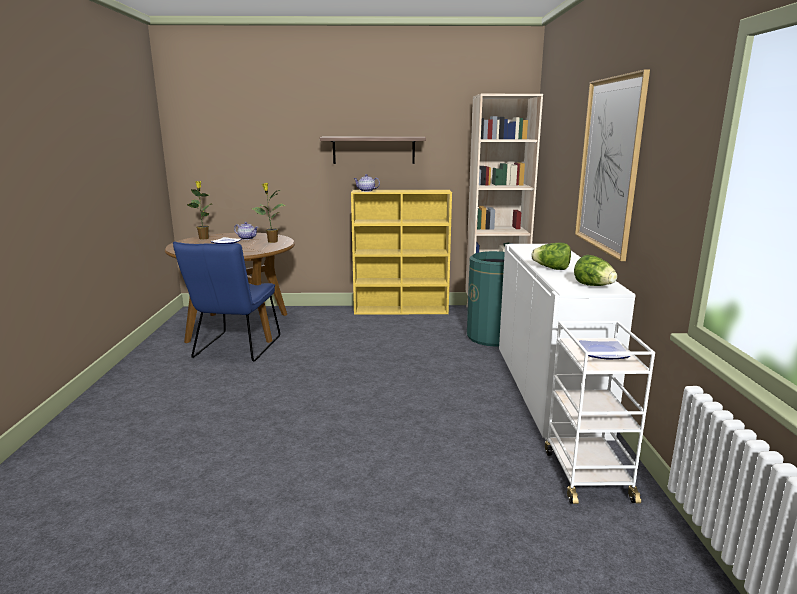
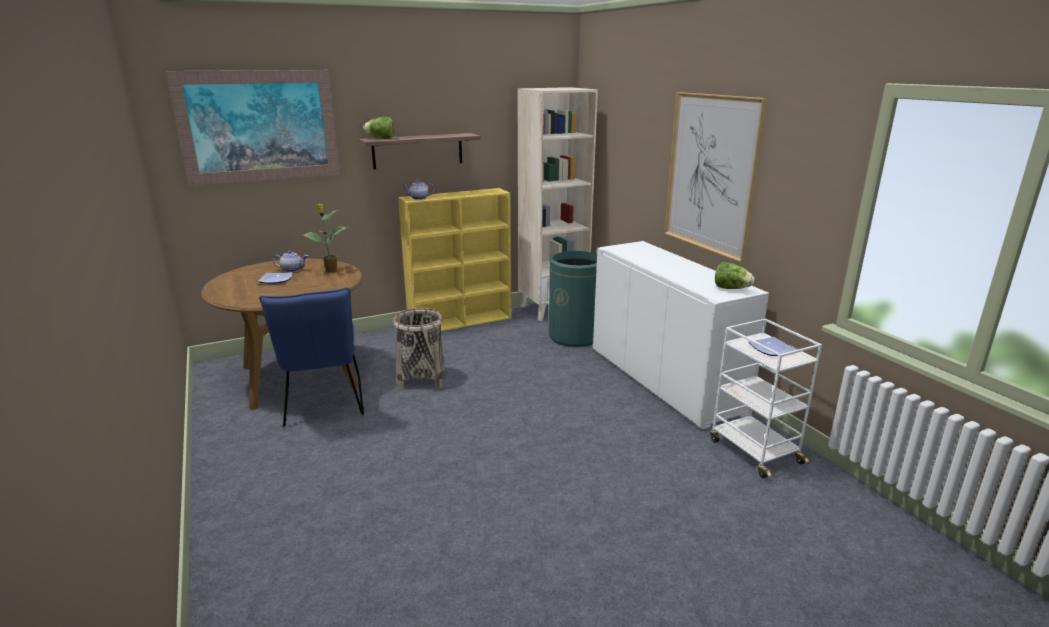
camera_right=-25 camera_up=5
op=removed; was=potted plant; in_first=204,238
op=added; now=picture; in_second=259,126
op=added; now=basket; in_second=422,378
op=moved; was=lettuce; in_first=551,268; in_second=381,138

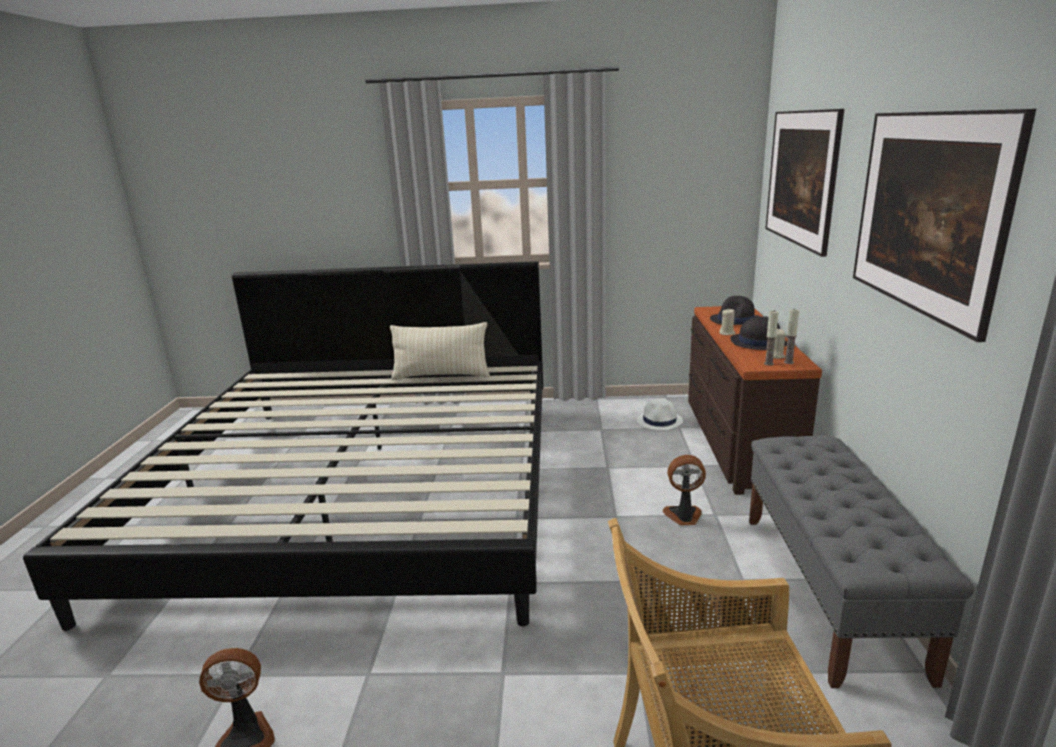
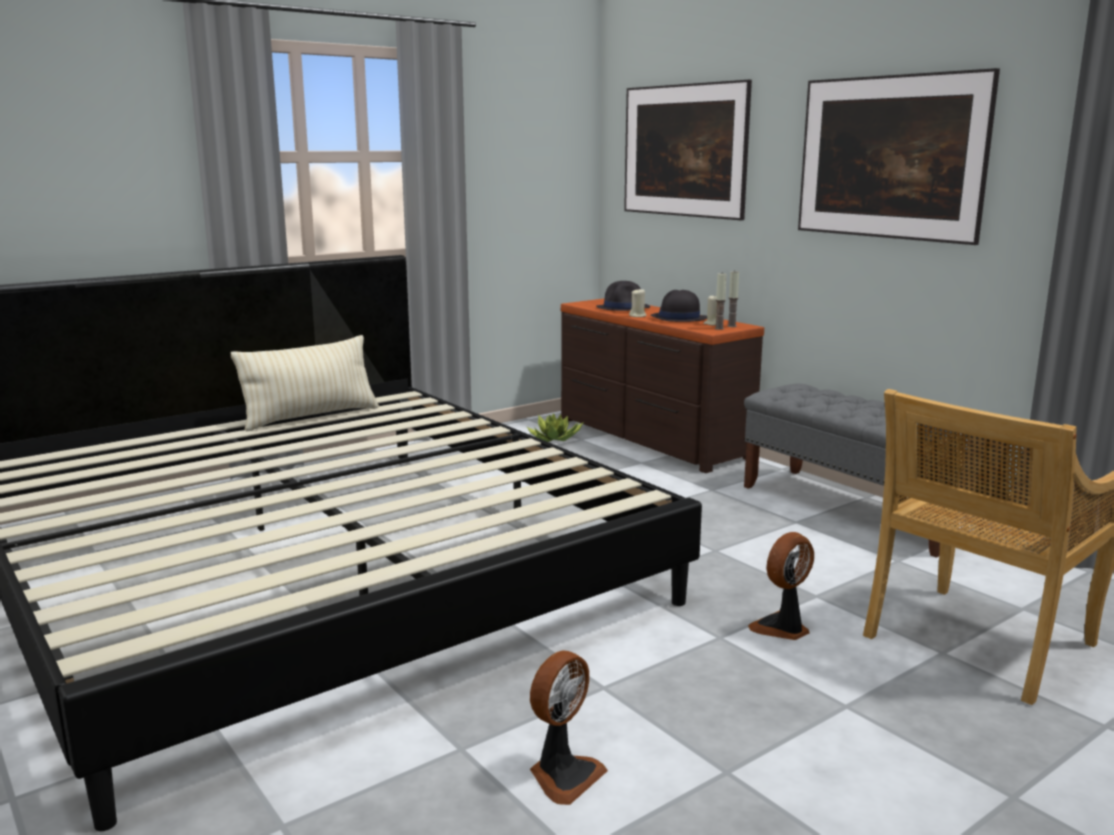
camera_right=-40 camera_up=-5
op=moved; was=fan; in_first=683,516; in_second=782,628
op=replaced; was=white hat; now=potted plant; in_first=660,421; in_second=555,438

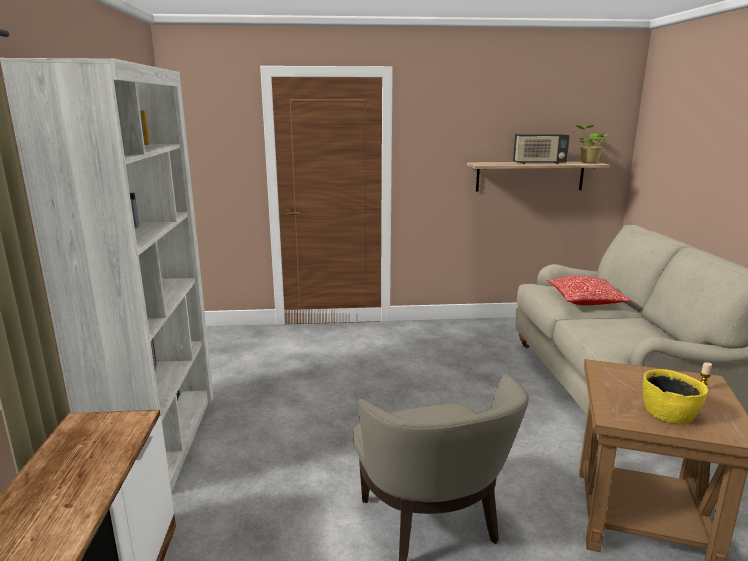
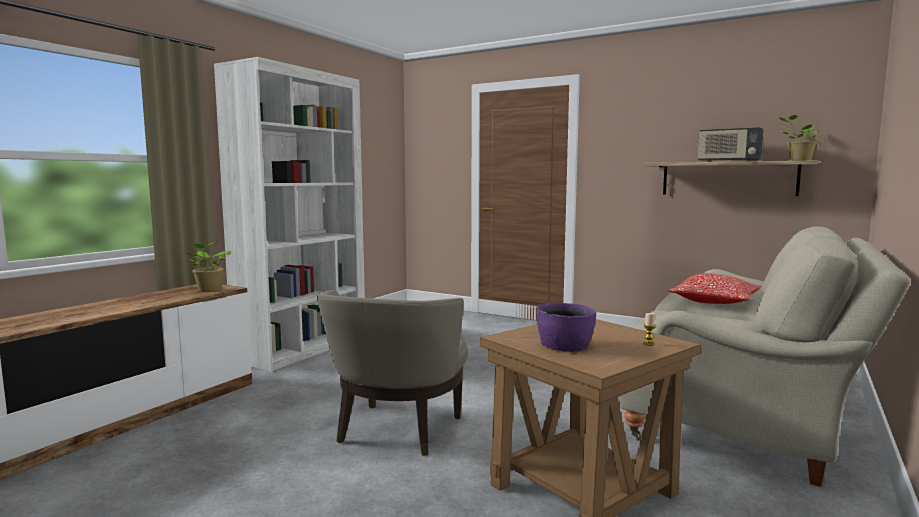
camera_right=35 camera_up=-10
op=added; now=potted plant; in_second=209,290
op=recoloured; was=yellow bowl; now=purple bowl; in_first=668,412; in_second=565,345

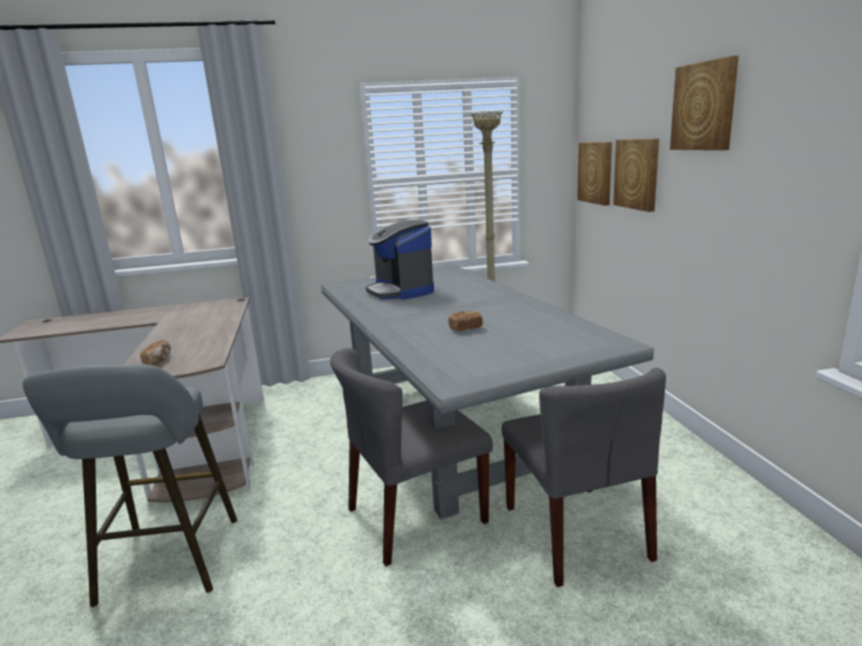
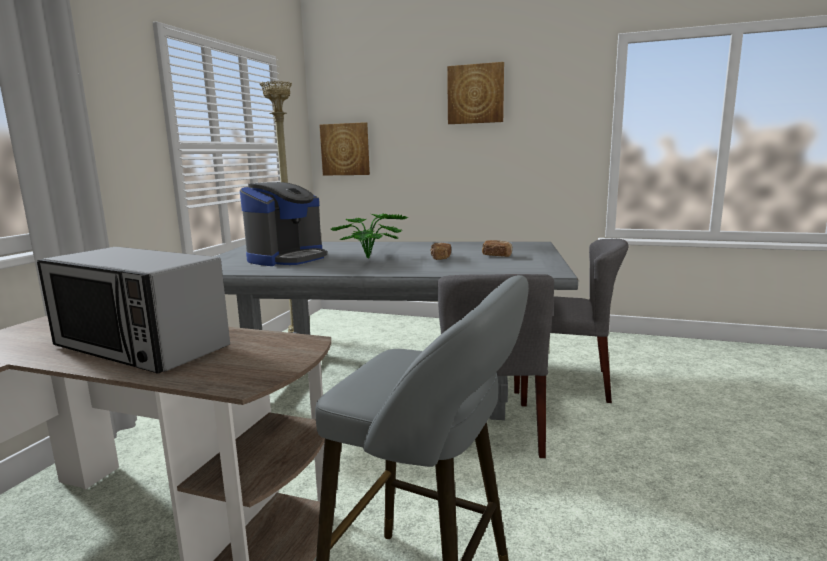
camera_right=-60 camera_up=-5
op=removed; was=picture; in_first=637,174
op=added; now=microwave; in_second=140,347
op=added; now=potted plant; in_second=372,258
op=moved; was=bread; in_first=159,360; in_second=497,256
op=turned; was=coffee machine; in_first=401,291; in_second=287,258; clockwise=-60

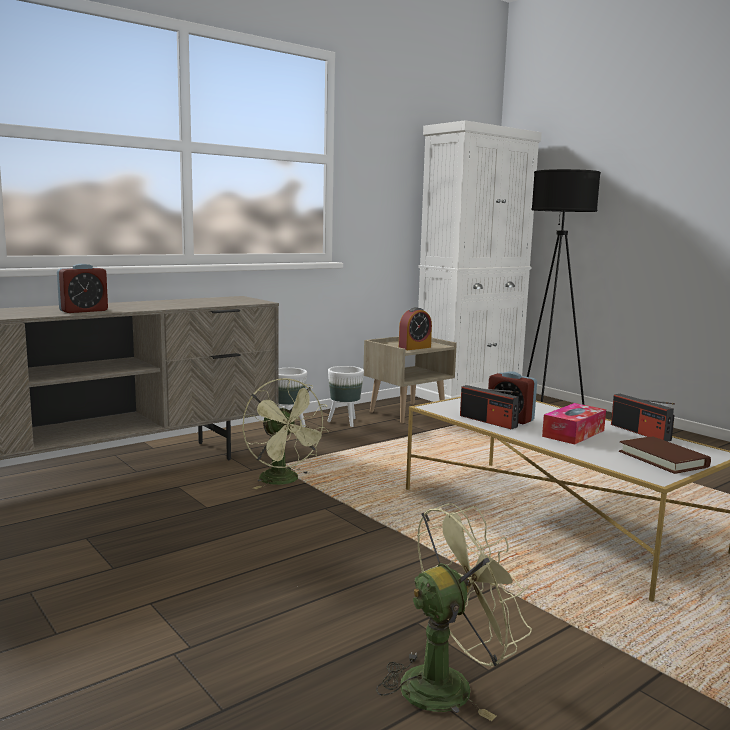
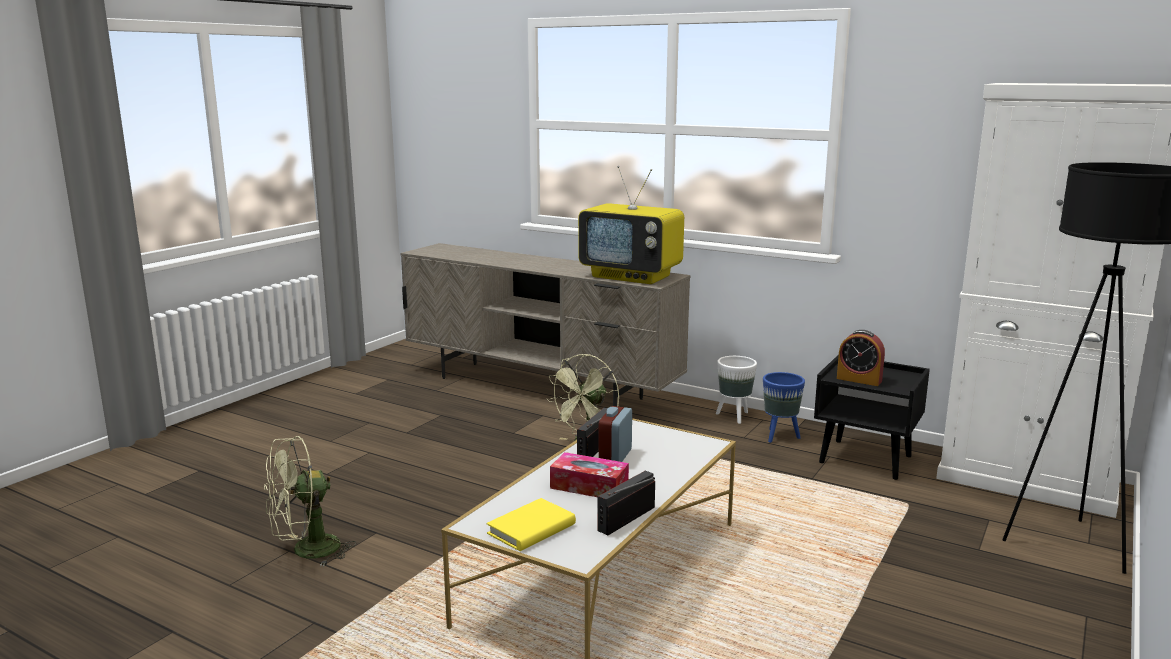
camera_right=70 camera_up=5
op=removed; was=alarm clock; in_first=84,311
op=added; now=television; in_second=632,276
op=recoloured; was=white planter; now=blue planter; in_first=344,422; in_second=779,436
op=recoloured; was=beige nightstand; now=black nightstand; in_first=407,413; in_second=866,459
op=recoloured; was=brown book; now=yellow book; in_first=663,459; in_second=531,529
op=turned; was=green fan; in_first=448,683; in_second=306,552; clockwise=105

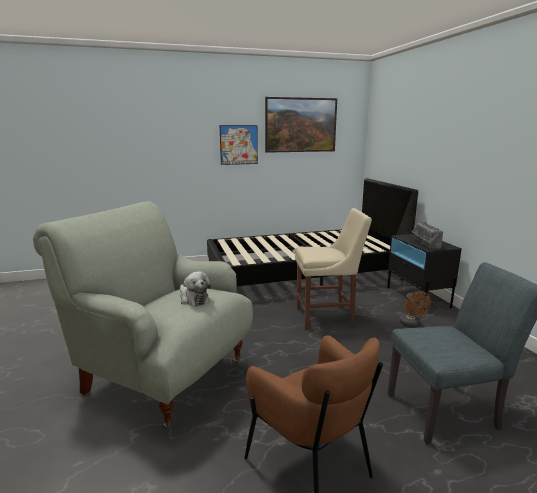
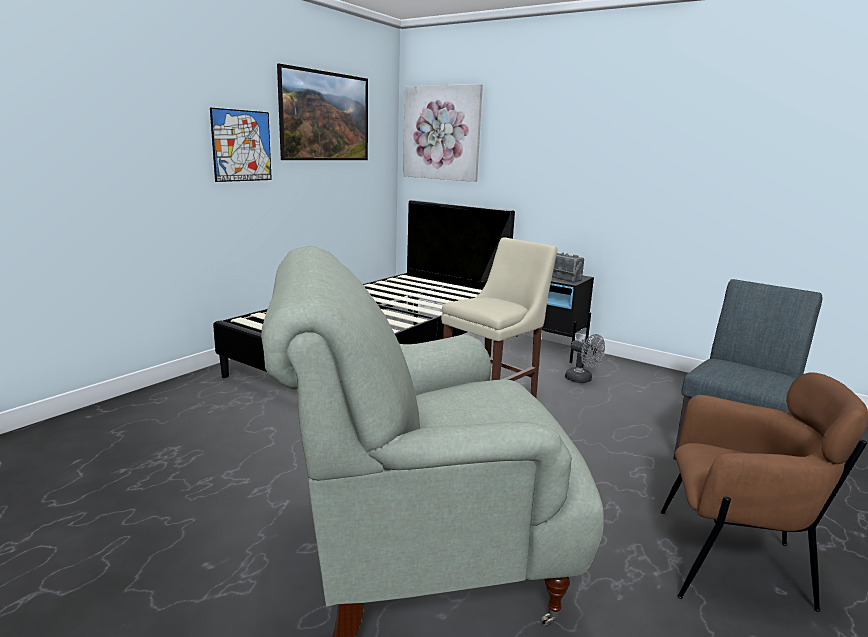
camera_right=-40 camera_up=0
op=removed; was=plush toy; in_first=193,299
op=added; now=picture; in_second=441,133
op=recoloured; was=brown fan; now=grey fan; in_first=411,325; in_second=582,380

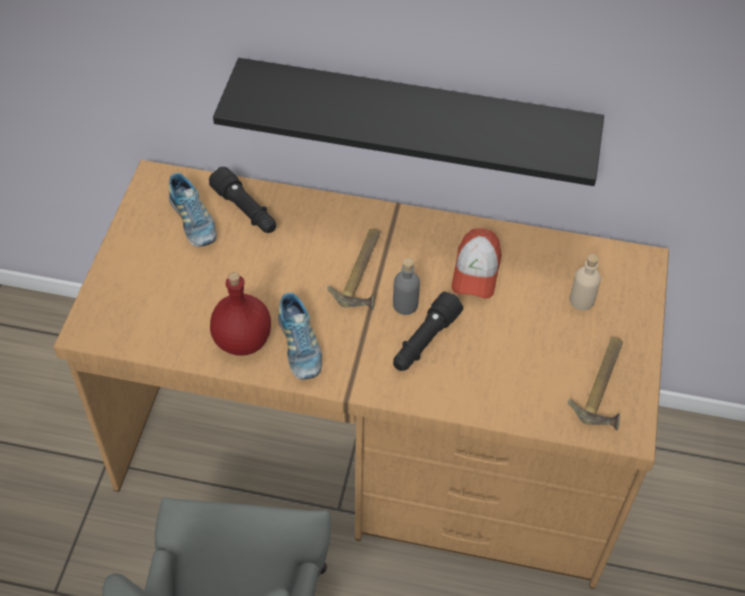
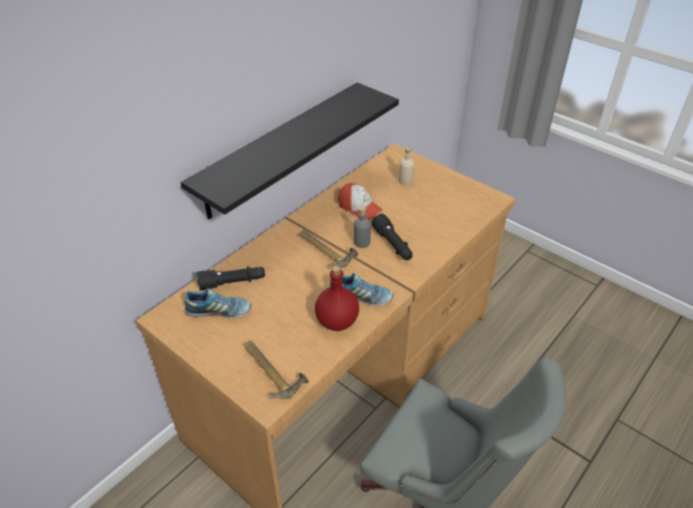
camera_right=-60 camera_up=-10
op=moved; was=hammer; in_first=605,386; in_second=272,370

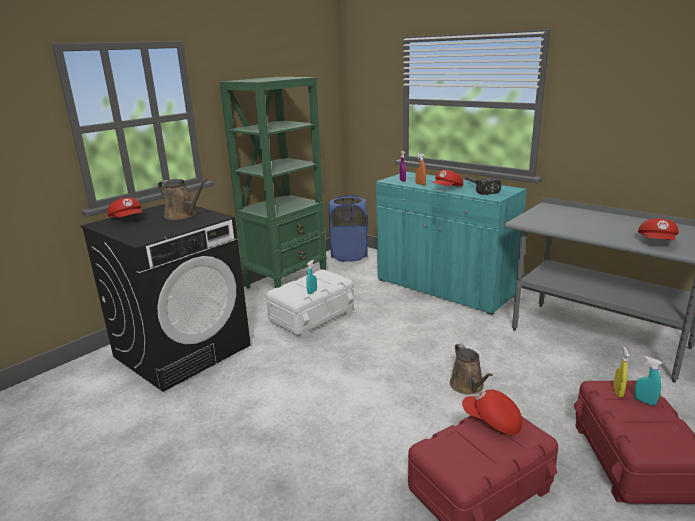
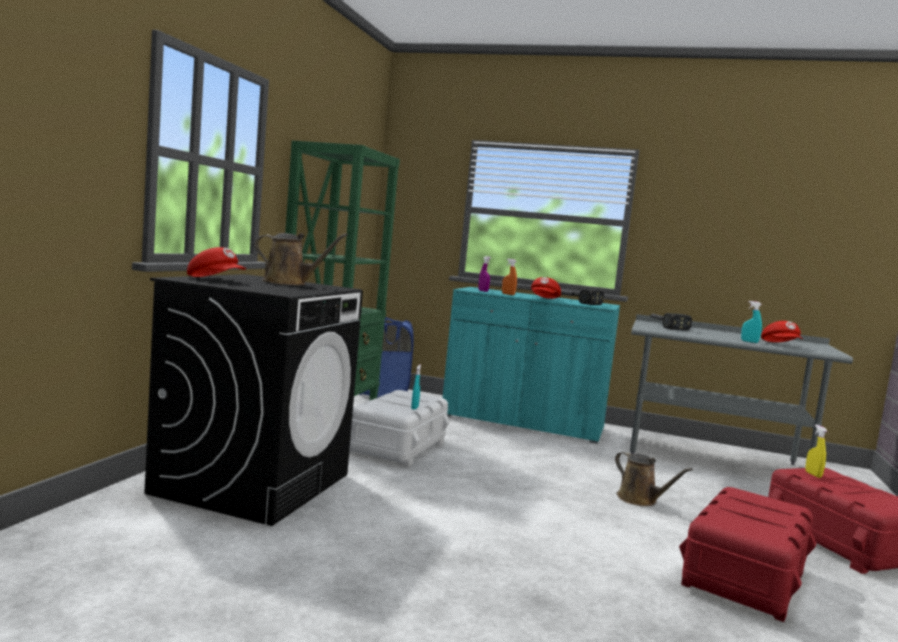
camera_right=-25 camera_up=-15
op=removed; was=red cap; in_first=492,422
op=added; now=hammer; in_second=664,326
op=moved; was=turquoise spray bottle; in_first=644,401; in_second=749,342

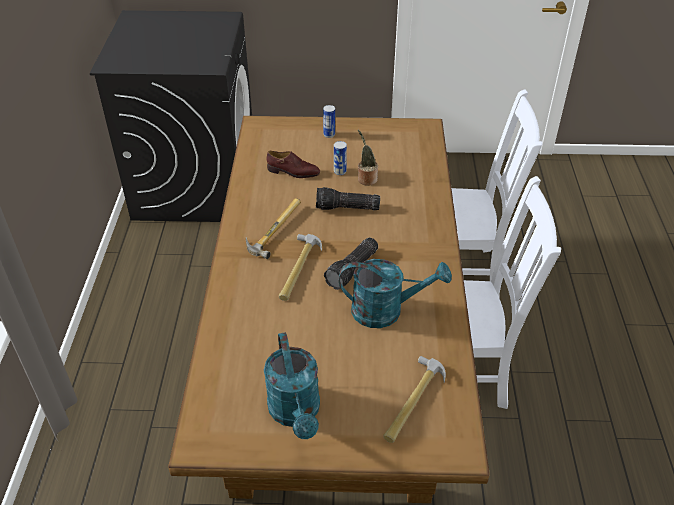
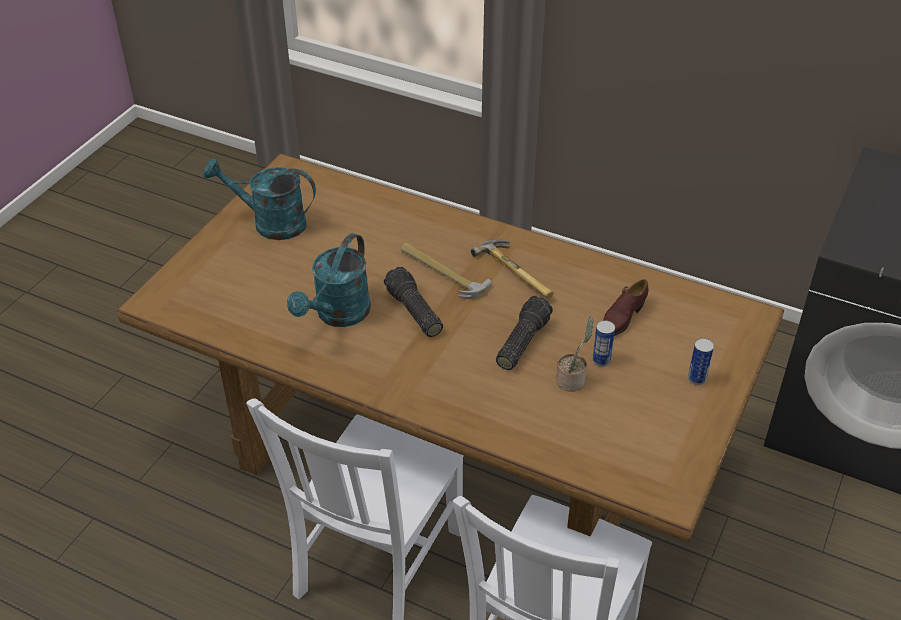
camera_right=115 camera_up=0
op=removed; was=hammer; in_first=412,401

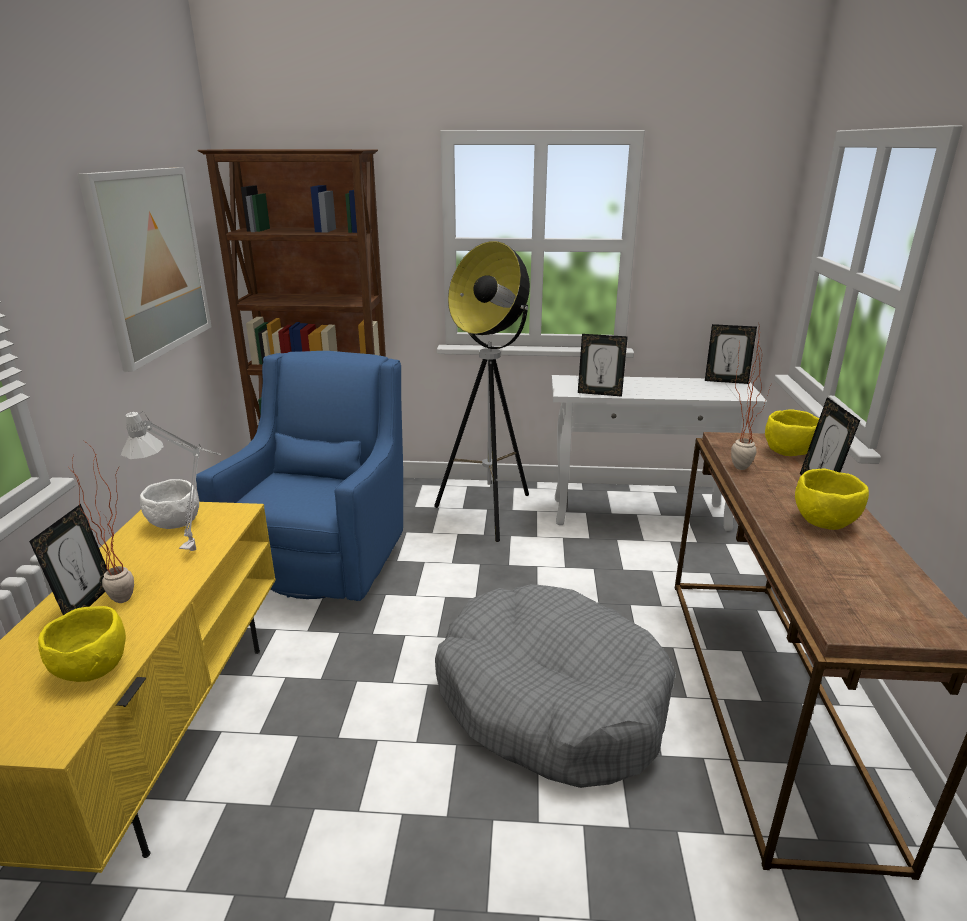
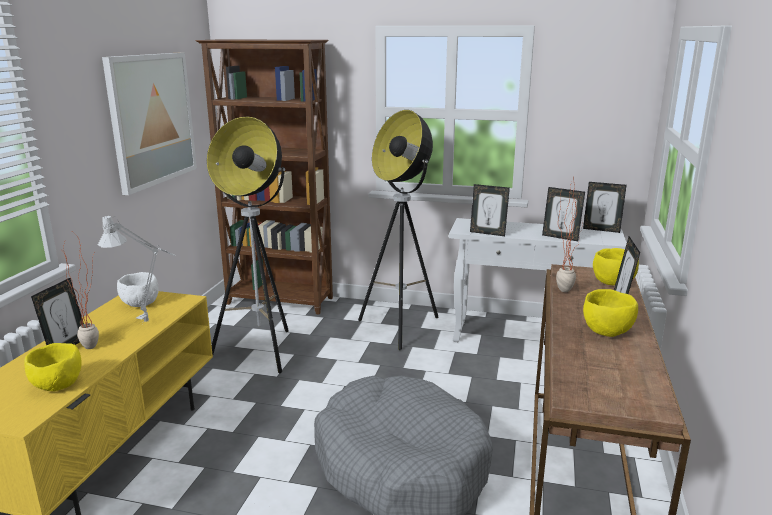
camera_right=10 camera_up=-5
op=added; now=picture frame; in_second=560,237
op=replaced; was=blue armchair; now=floor lamp; in_first=325,560; in_second=261,351

